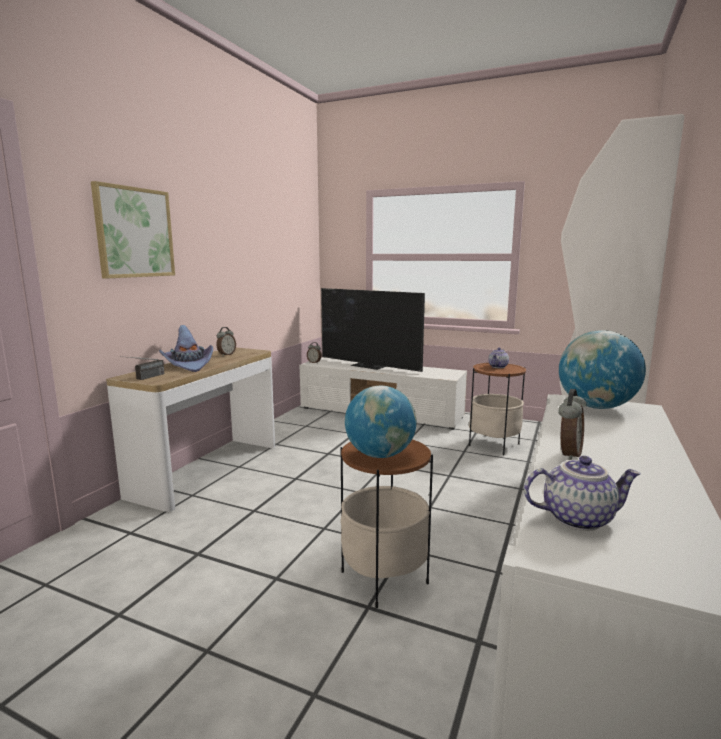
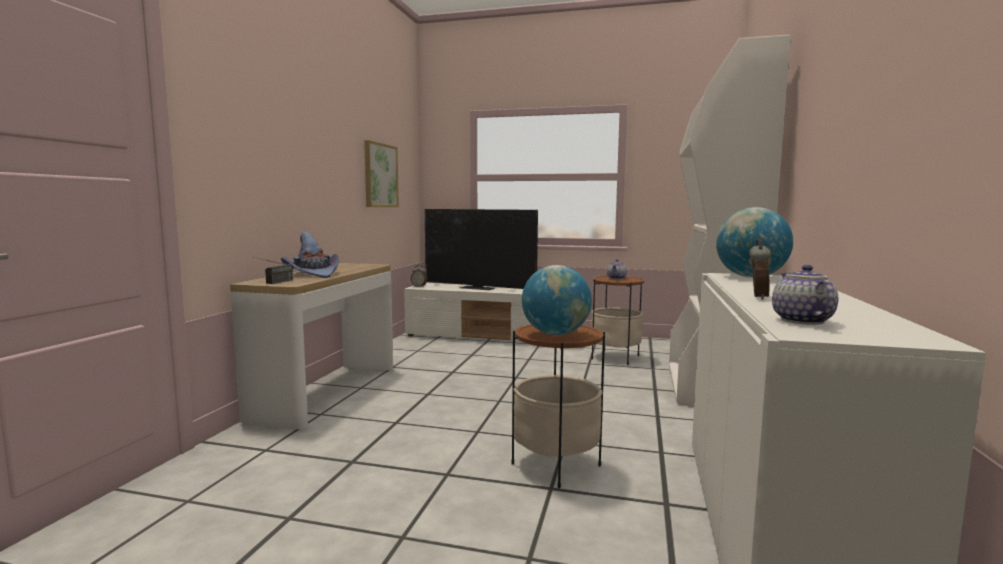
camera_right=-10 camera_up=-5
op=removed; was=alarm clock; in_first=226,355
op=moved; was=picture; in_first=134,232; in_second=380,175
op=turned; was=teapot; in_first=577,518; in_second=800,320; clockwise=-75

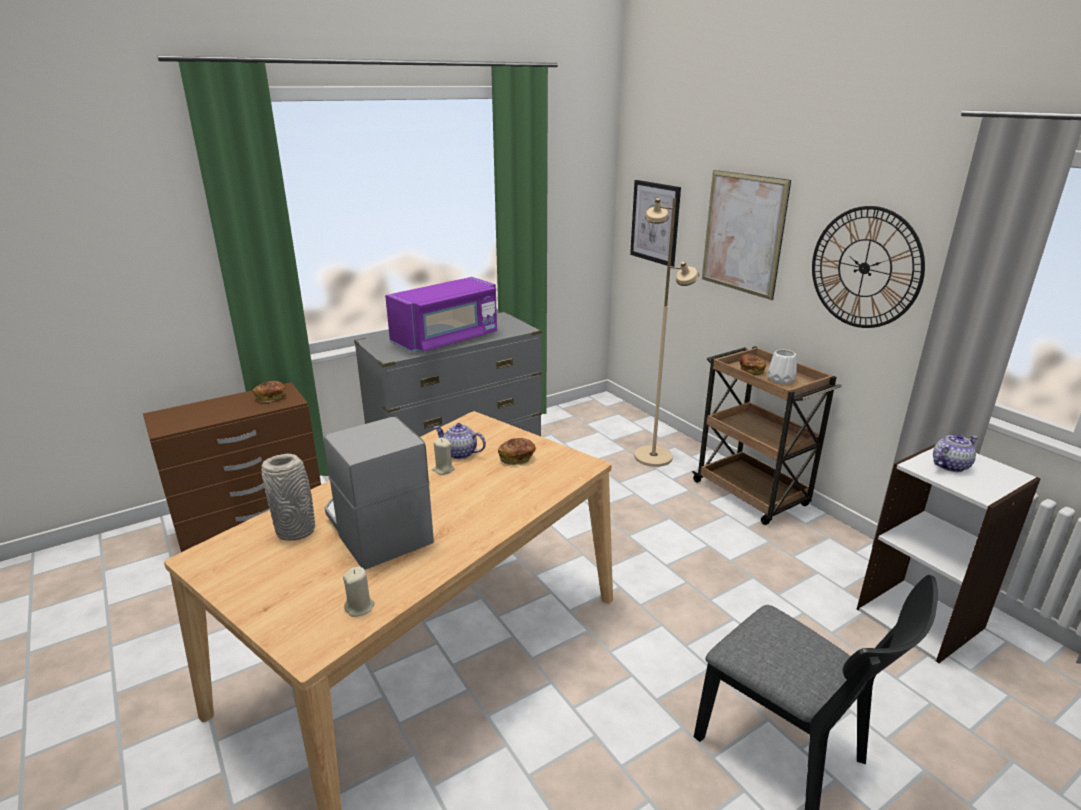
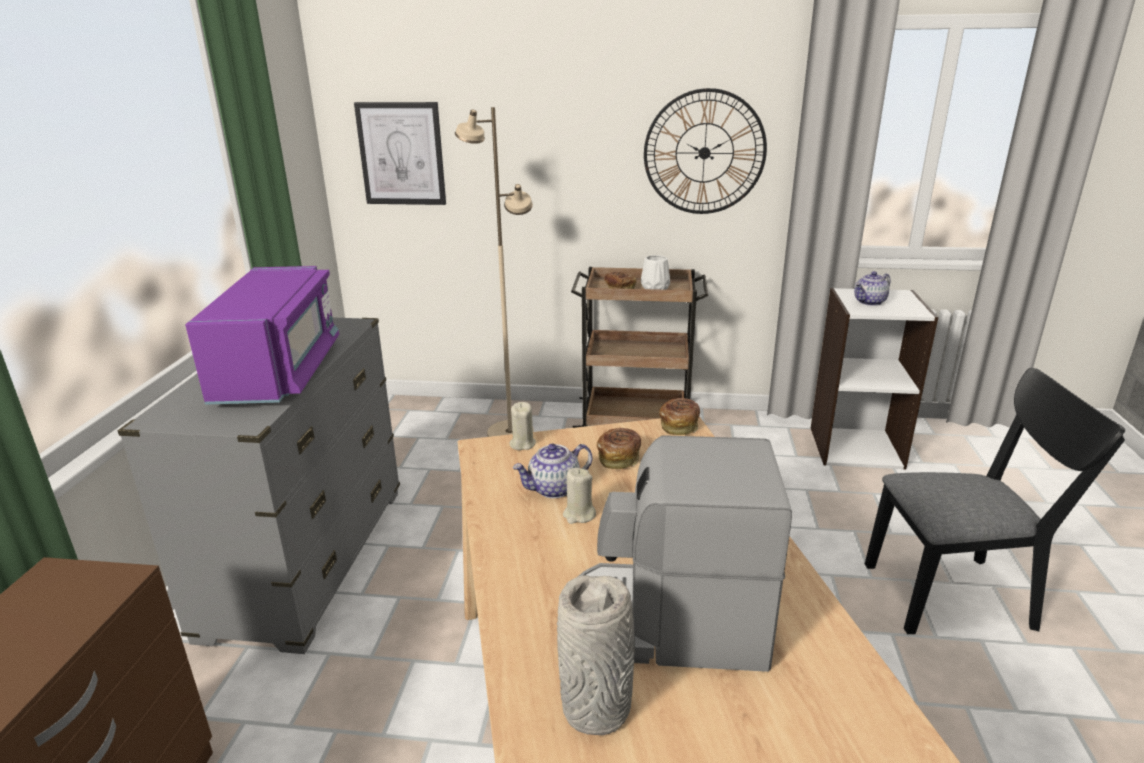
camera_right=-50 camera_up=0
op=removed; was=picture; in_first=743,233
op=moved; was=bread; in_first=271,398; in_second=679,426
op=moved; was=beige candle; in_first=360,607; in_second=522,444
op=turned; was=teapot; in_first=950,465; in_second=869,302; clockwise=-135

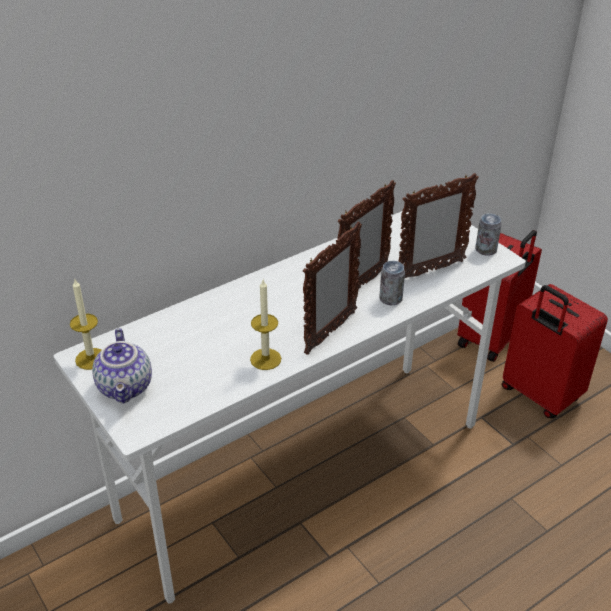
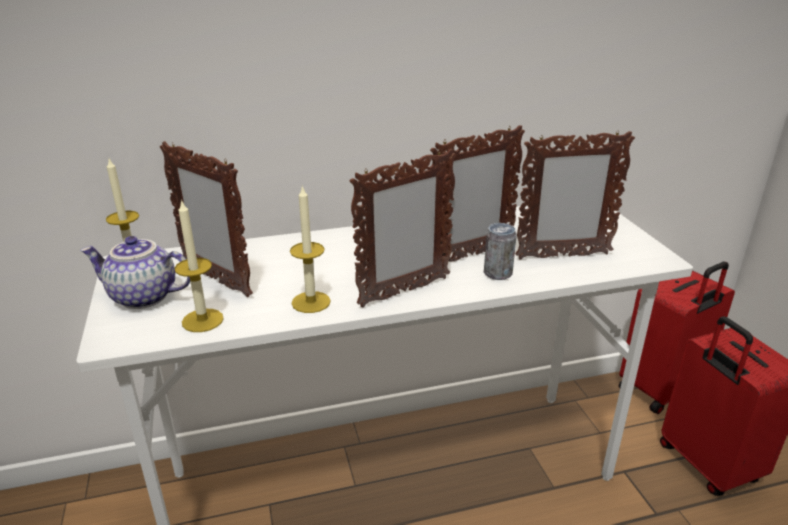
camera_right=20 camera_up=-10
op=removed; was=can; in_first=486,250
op=added; now=picture frame; in_second=216,280
op=added; now=candle; in_second=202,320
op=turned; was=teapot; in_first=126,387; in_second=142,297; clockwise=90

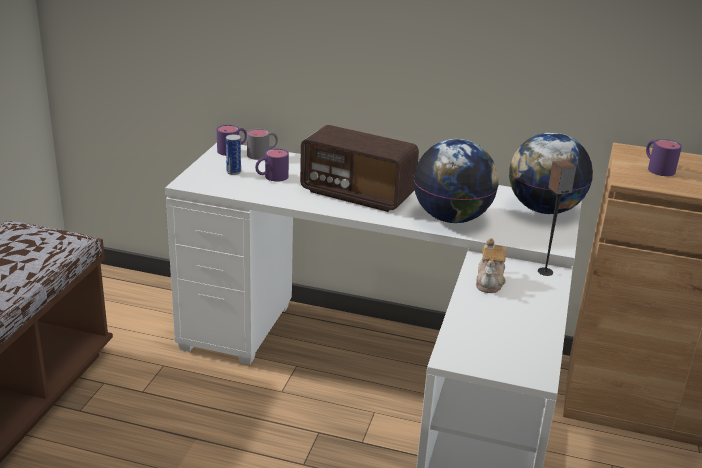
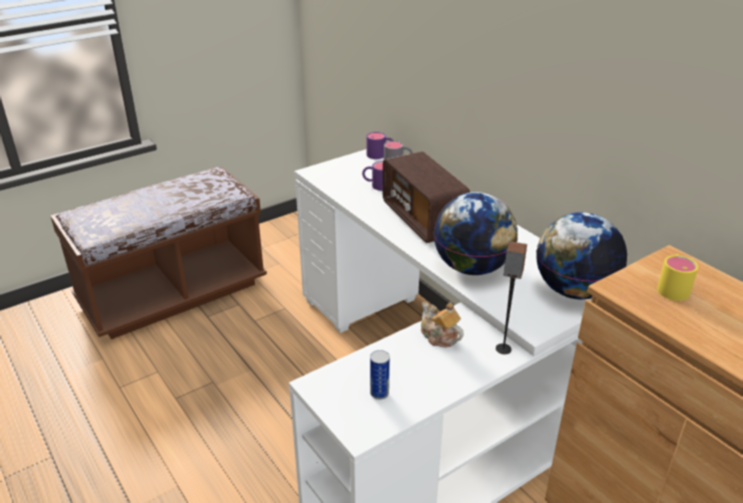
camera_right=40 camera_up=5
op=moved; was=can; in_first=233,172; in_second=379,393
op=recoloured; was=purple mug; now=yellow mug; in_first=657,168; in_second=672,287
op=turned; was=teapot; in_first=490,282; in_second=439,337; clockwise=90

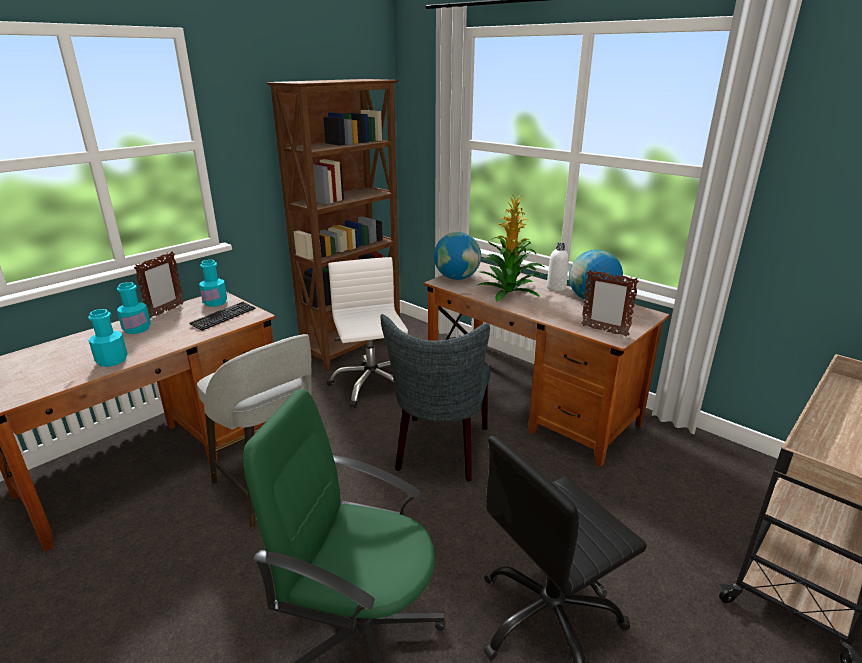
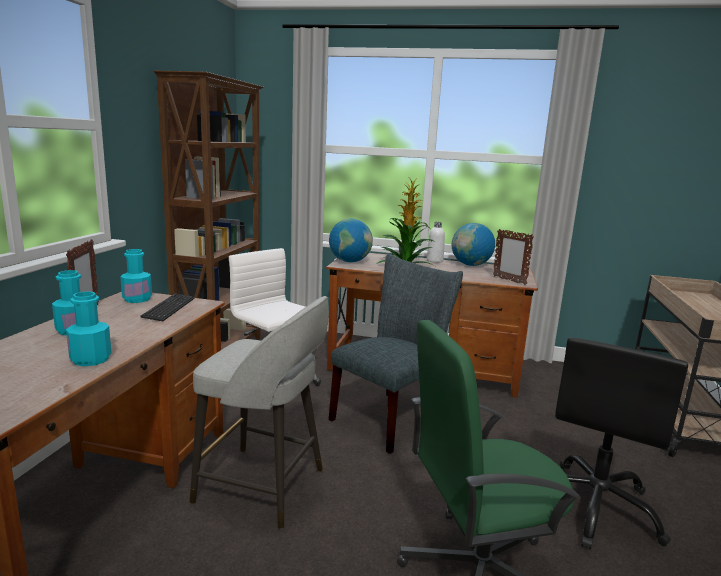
camera_right=-30 camera_up=-10
op=turned; was=grey chair; in_first=440,452; in_second=392,417; clockwise=-120
op=turned; was=picture frame; in_first=604,331; in_second=509,280; clockwise=45

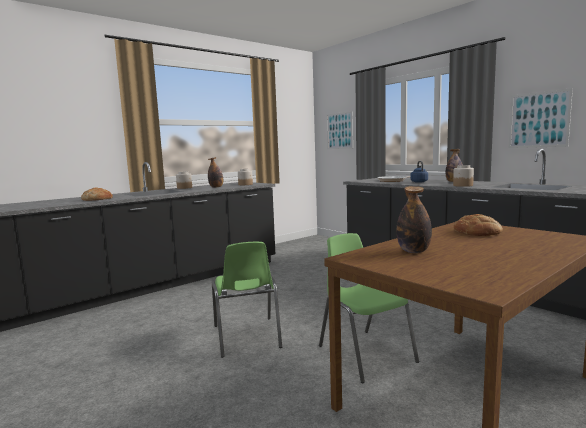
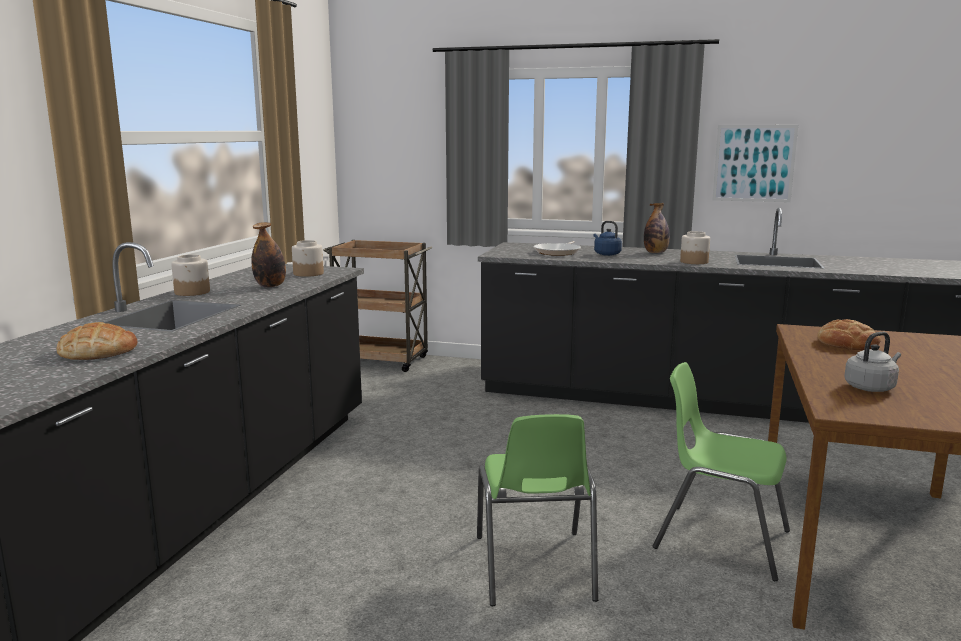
camera_right=-35 camera_up=5
op=removed; was=picture; in_first=339,131
op=added; now=brown cart; in_second=382,361
op=replaced; was=bottle; now=grey kettle; in_first=413,251; in_second=871,387
op=turned; was=green chair; in_first=246,337; in_second=534,568; clockwise=45

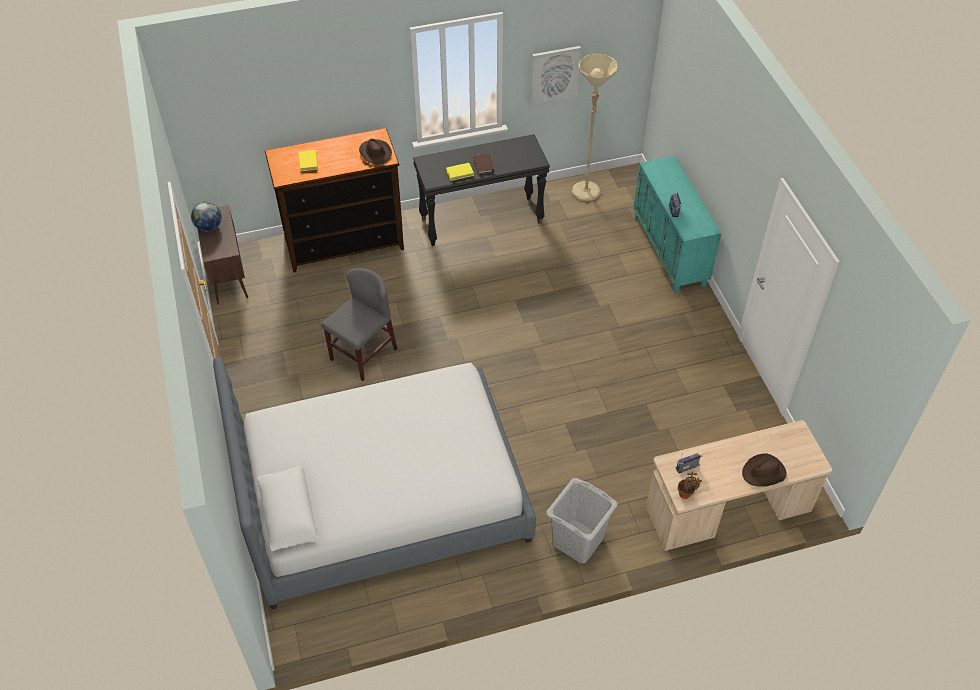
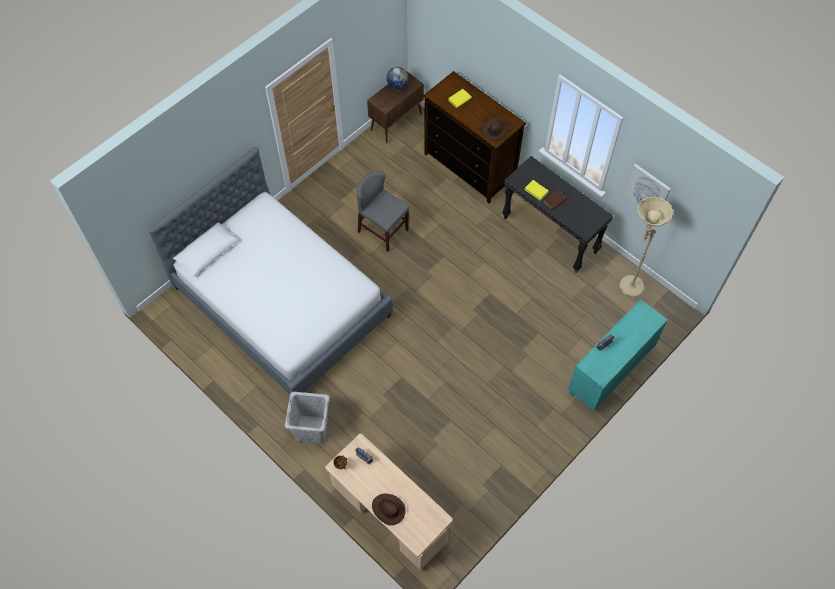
camera_right=60 camera_up=10
op=turned; was=grey chair; in_first=363,354; in_second=383,231; clockwise=-150

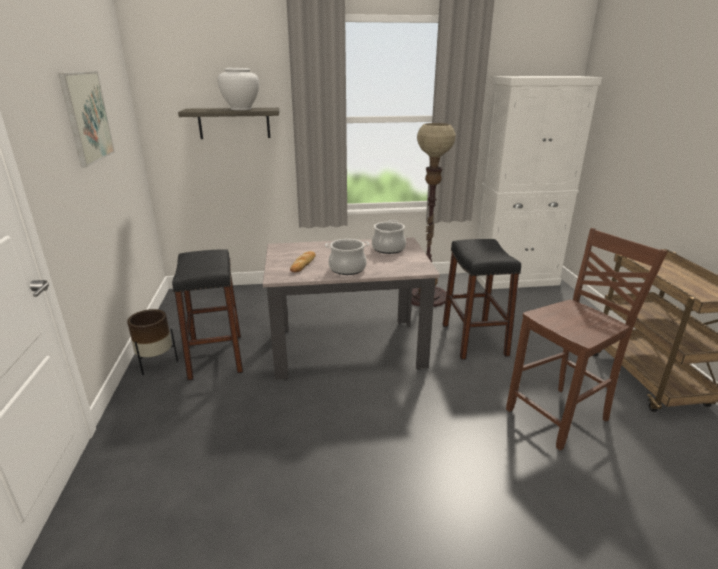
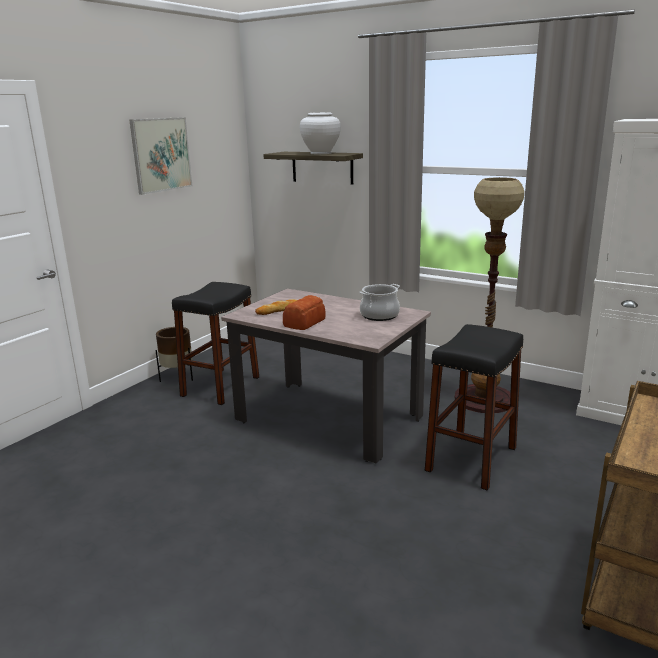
camera_right=40 camera_up=-5
op=removed; was=brown chair; in_first=560,416
op=replaced; was=cooking pot; now=bread; in_first=347,269; in_second=305,322

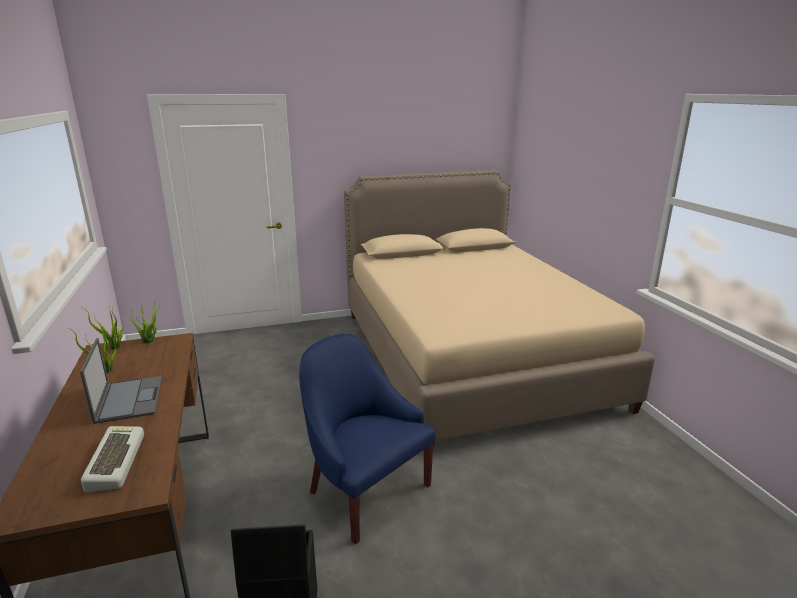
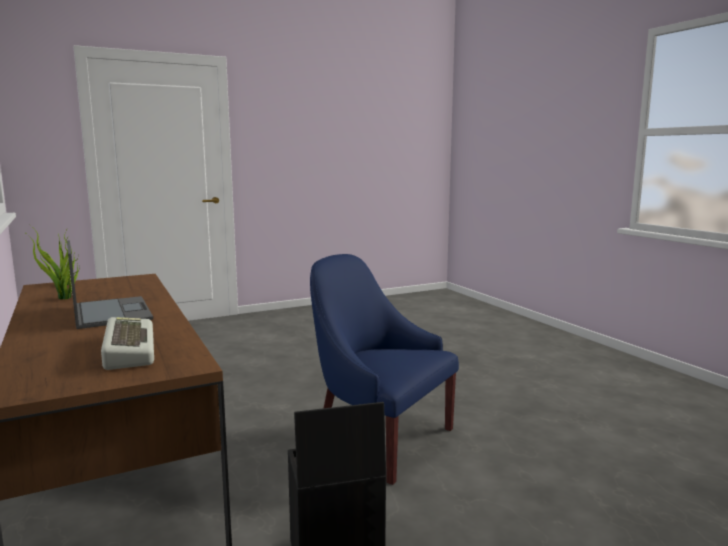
camera_right=-10 camera_up=-10
op=removed; was=potted plant; in_first=150,341
op=removed; was=beige bed; in_first=469,357

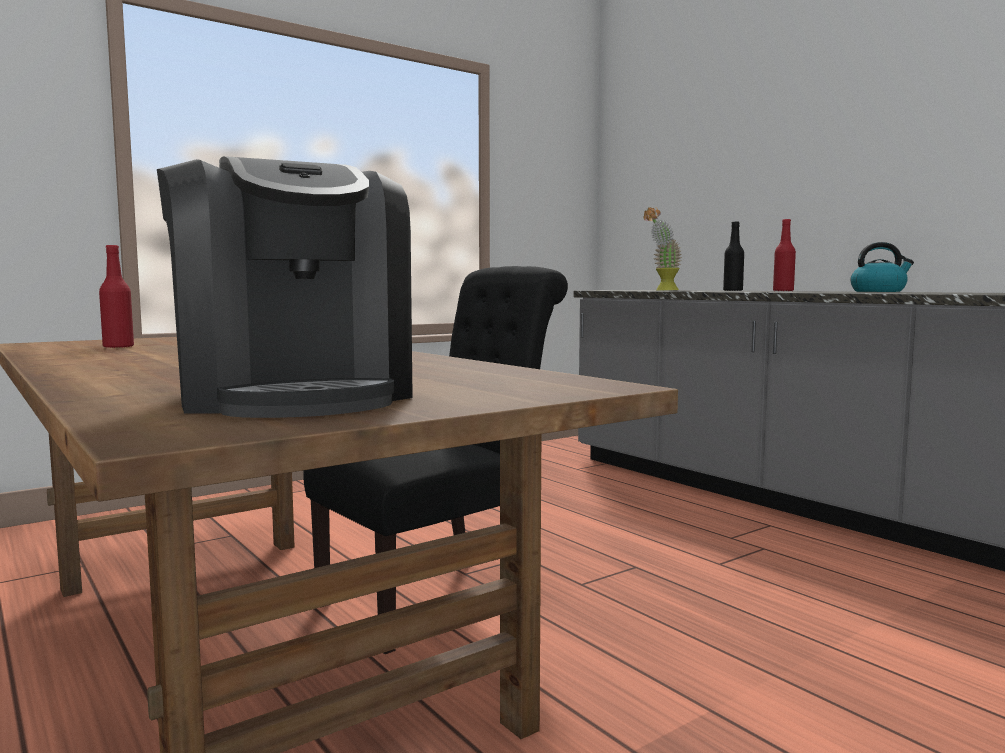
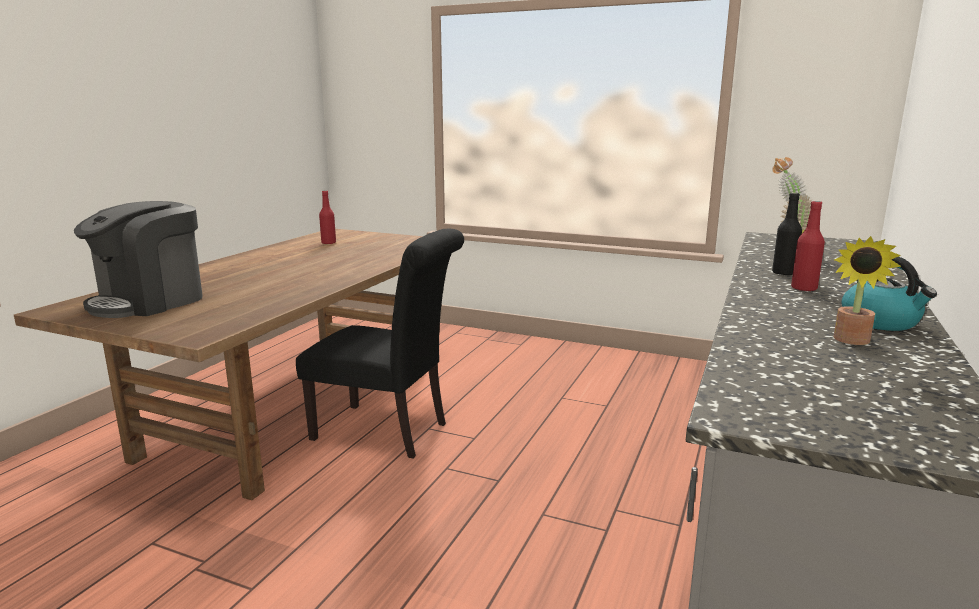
camera_right=60 camera_up=10
op=added; now=potted plant; in_second=851,341

